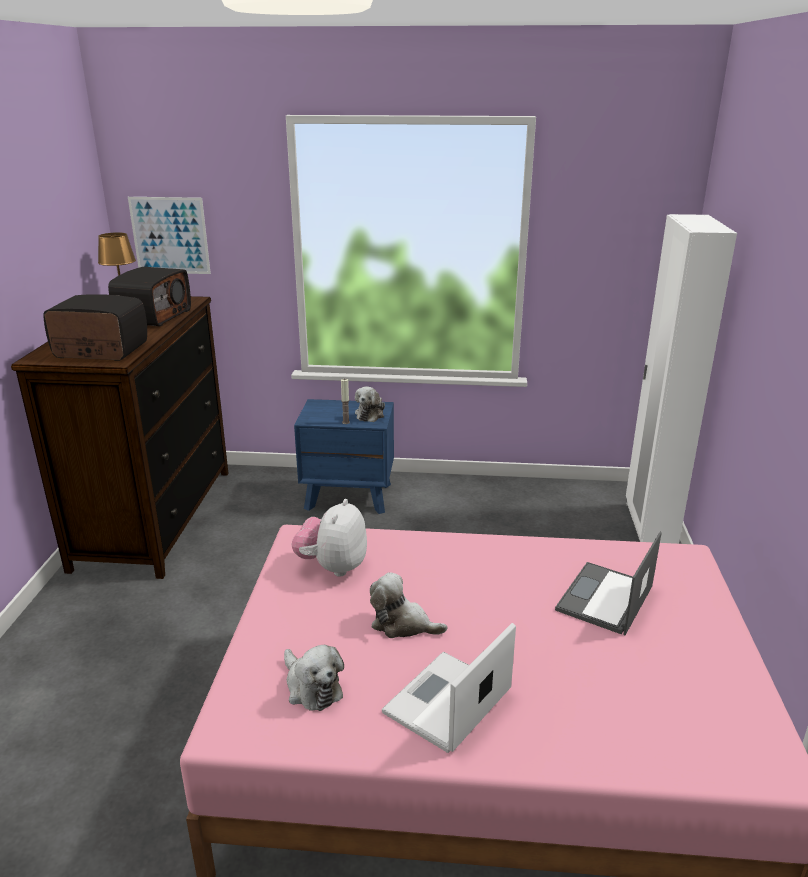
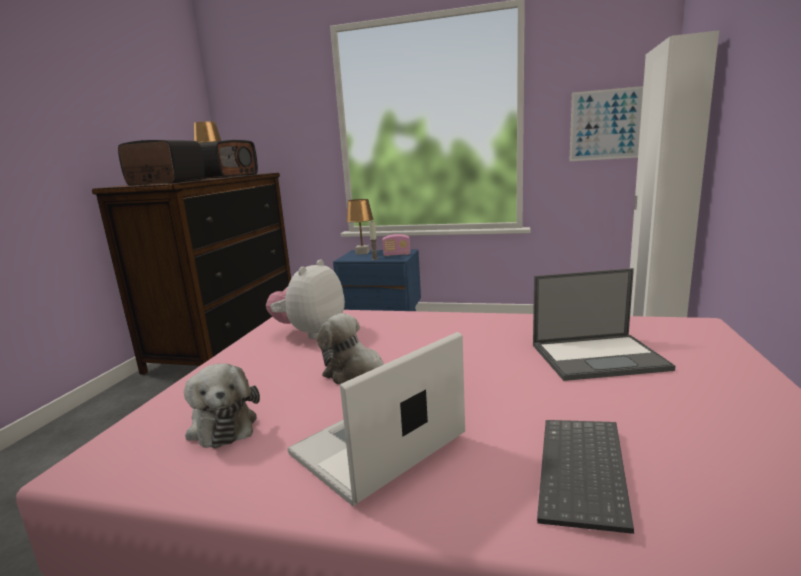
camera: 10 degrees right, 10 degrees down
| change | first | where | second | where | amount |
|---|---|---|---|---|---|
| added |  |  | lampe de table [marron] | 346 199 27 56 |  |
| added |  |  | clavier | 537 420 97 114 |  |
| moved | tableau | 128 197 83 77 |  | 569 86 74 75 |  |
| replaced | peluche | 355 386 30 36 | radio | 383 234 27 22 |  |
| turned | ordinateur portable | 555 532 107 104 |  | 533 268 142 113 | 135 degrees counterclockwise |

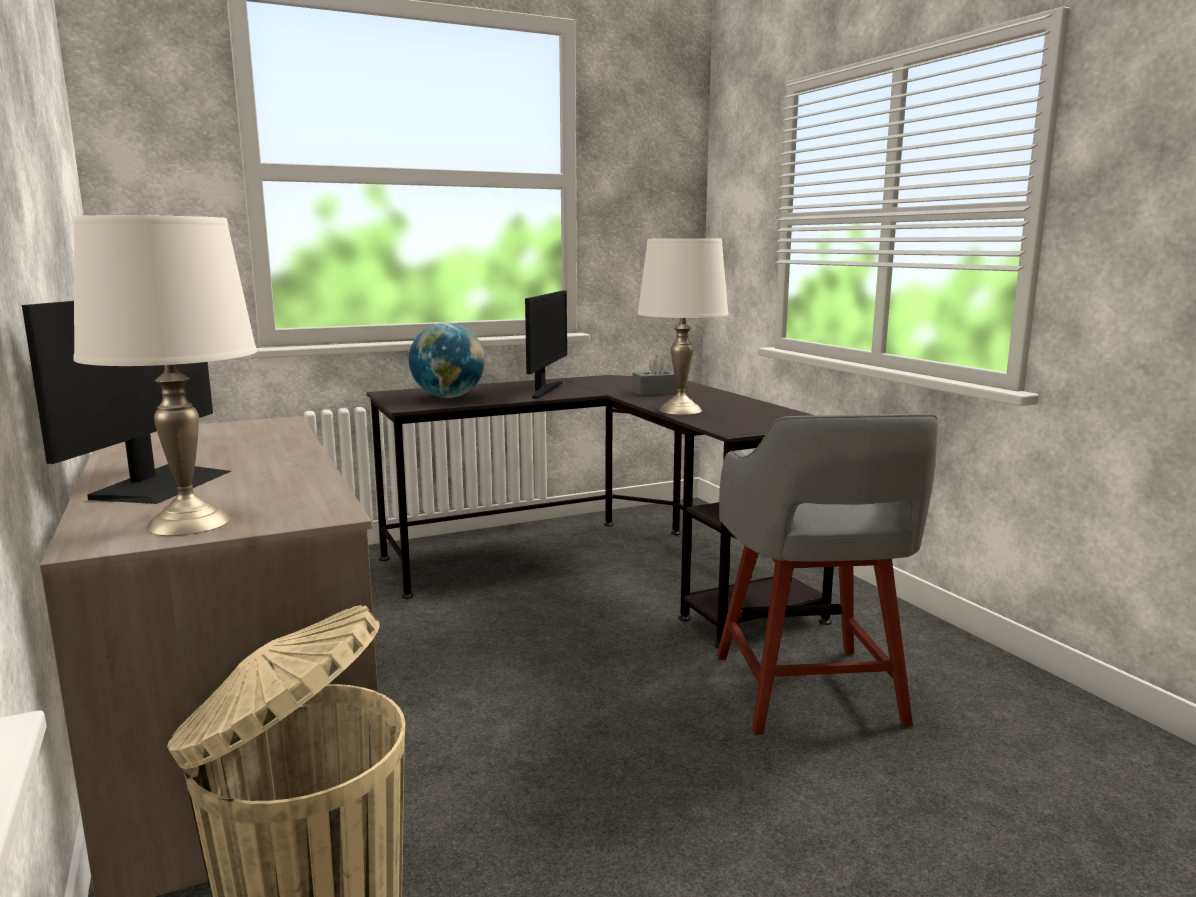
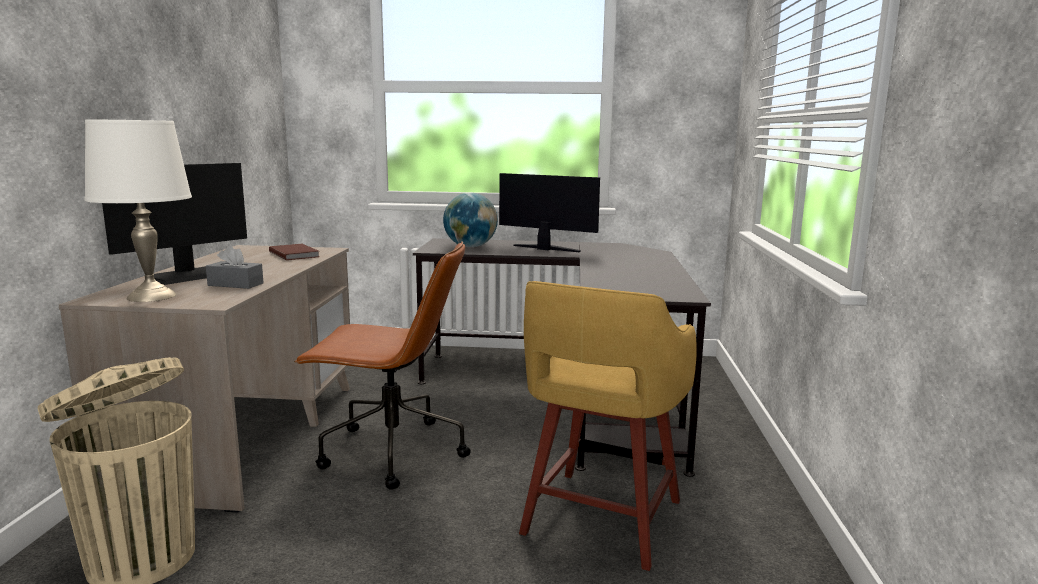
camera: 30 degrees right, 0 degrees up
| change | first | where | second | where | amount |
|---|---|---|---|---|---|
| removed | lampe de table [blanc] | 637 238 92 177 |  |  |  |
| added |  |  | livre [marron] | 269 244 50 16 |  |
| added |  |  | chaise de bureau [marron] | 294 241 177 249 |  |
| moved | boîte à mouchoirs [gris] | 632 355 46 40 |  | 206 245 58 44 |  |
| recoloured | tabouret [gris] | 717 414 221 321 | tabouret [jaune] | 519 281 178 290 |  |
| turned | écran d'ordinateur | 525 291 42 108 |  | 499 173 101 79 | 105 degrees counterclockwise |

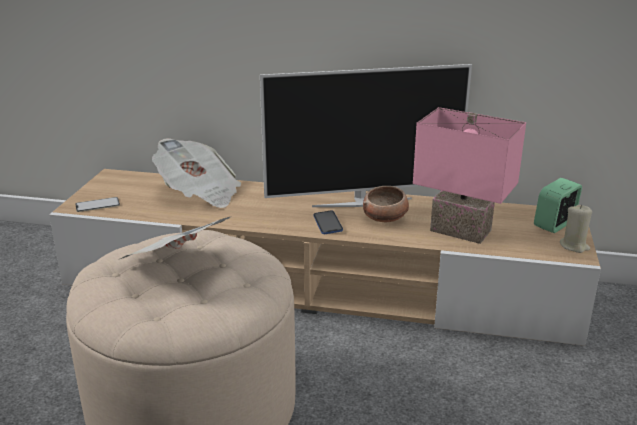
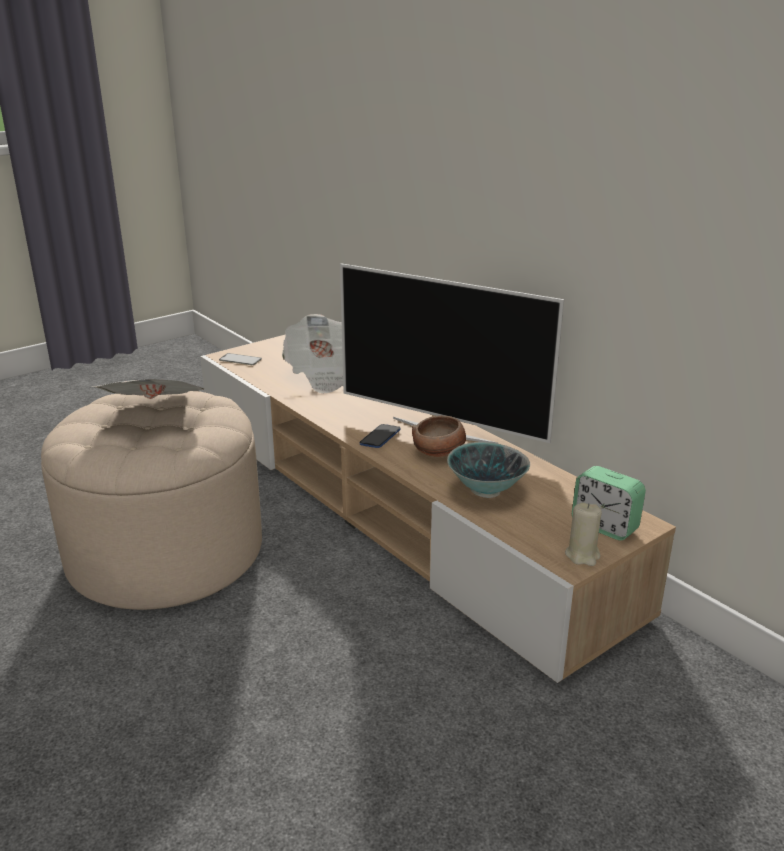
camera: 40 degrees right, 0 degrees up
| change | first | where | second | where | amount |
|---|---|---|---|---|---|
| replaced | lampe de table [rose] | 413 107 113 137 | bol | 447 442 83 56 |  |
| turned | réveil | 534 178 48 55 |  | 572 466 74 74 | 135 degrees counterclockwise |

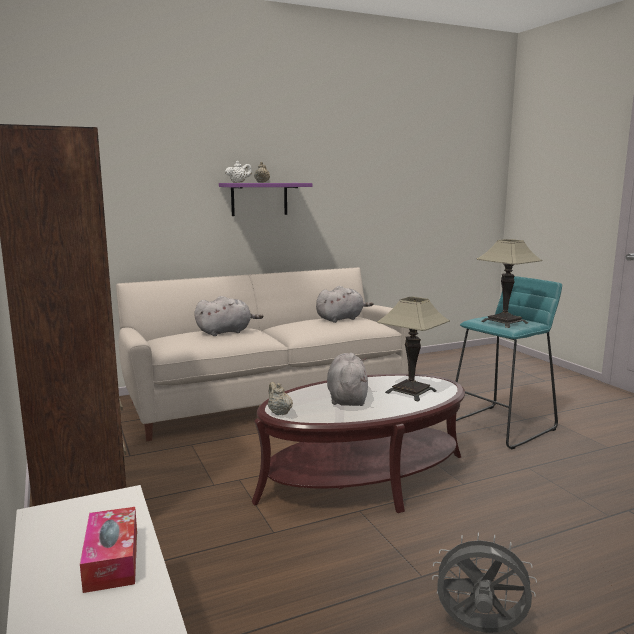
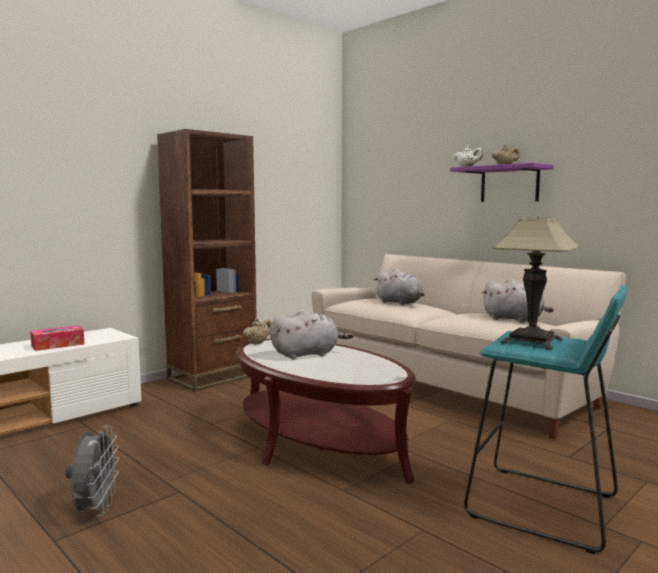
camera: 70 degrees right, 5 degrees down
| change | first | where | second | where | amount |
|---|---|---|---|---|---|
| removed | lampe de table | 377 297 73 104 |  |  |  |

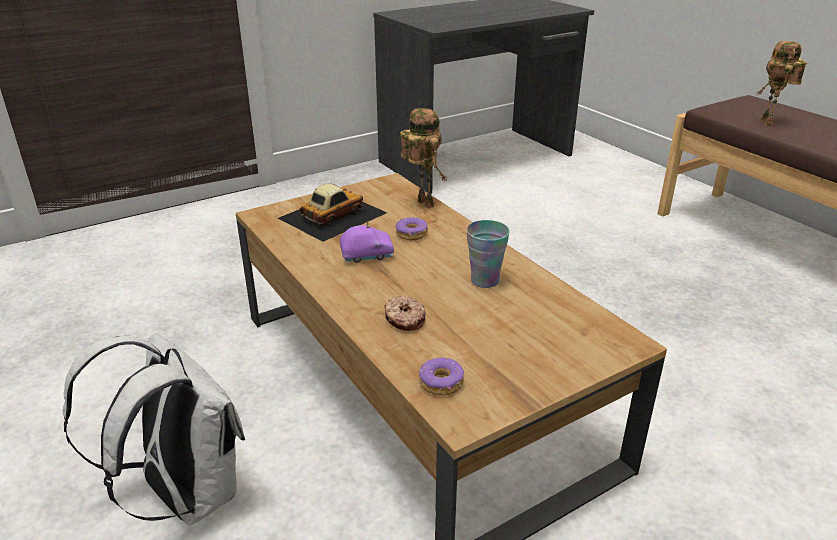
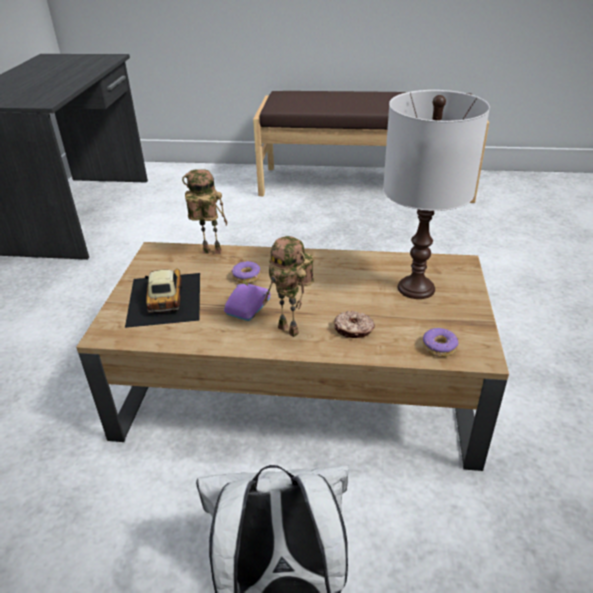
camera: 50 degrees left, 5 degrees up
| change | first | where | second | where | amount |
|---|---|---|---|---|---|
| removed | tasse | 466 220 44 68 |  |  |  |
| added |  |  | lampe de table [blanc] | 383 90 107 209 |  |
| moved | robot jouet | 756 41 51 85 |  | 263 236 51 101 |  |

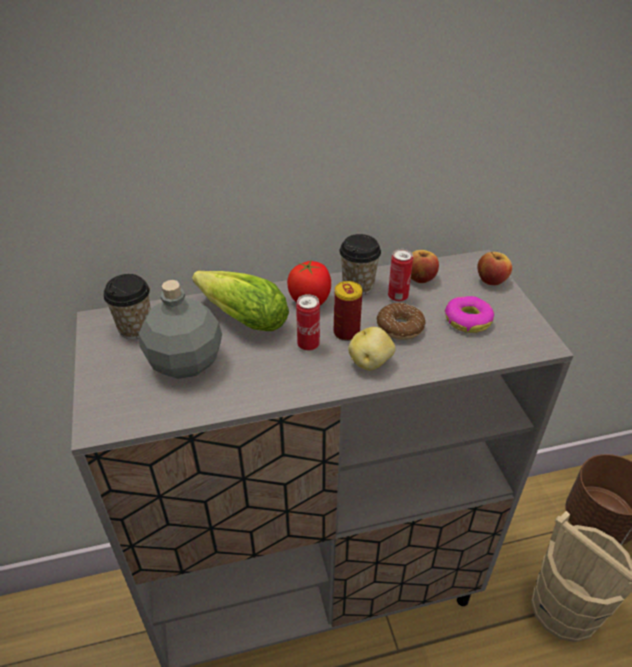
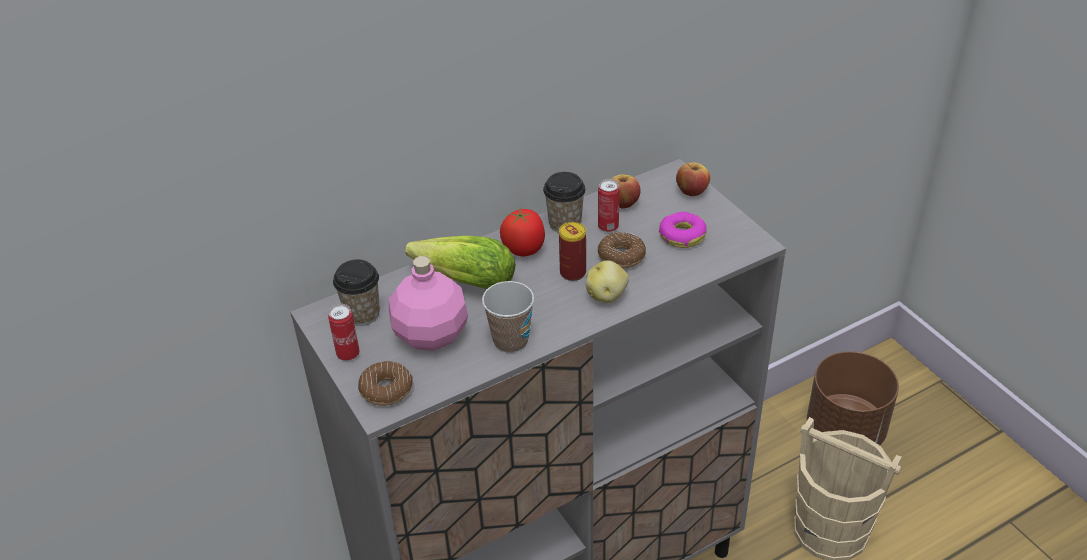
camera: 15 degrees left, 0 degrees up
| change | first | where | second | where | amount |
|---|---|---|---|---|---|
| added |  |  | beignet | 358 361 55 45 |  |
| added |  |  | tasse | 482 281 52 72 |  |
| moved | boîte métallique | 296 294 24 57 |  | 328 304 31 57 |  |
| recoloured | bouteille [gris] | 139 280 83 99 | bouteille [rose] | 389 256 79 95 |  |

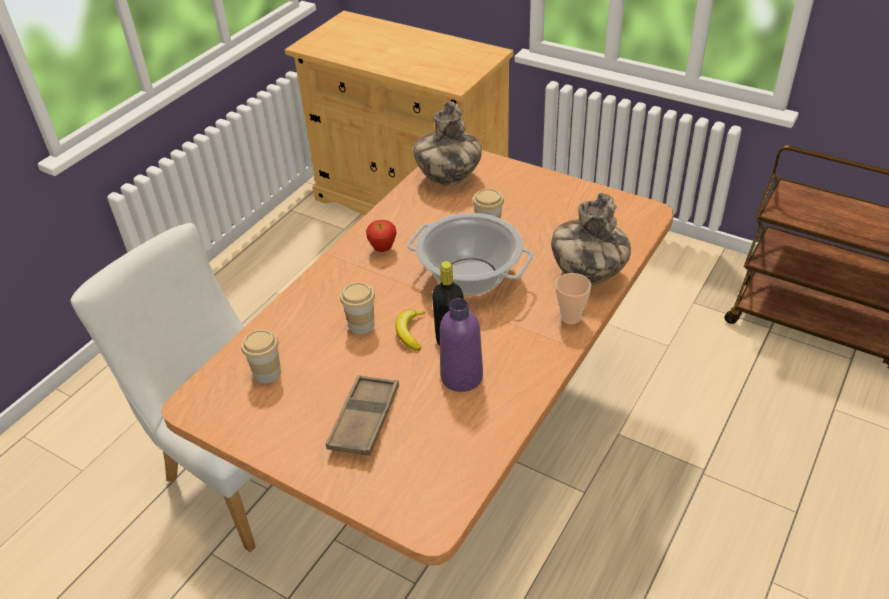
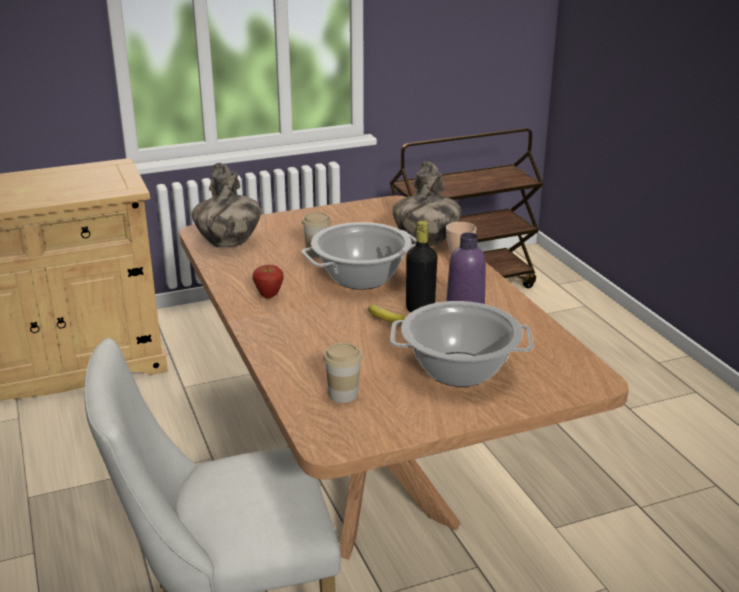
camera: 55 degrees left, 15 degrees down
| change | first | where | second | where | amount |
|---|---|---|---|---|---|
| removed | tasse | 340 282 35 52 |  |  |  |
| replaced | plateau [marron] | 326 375 73 81 | marmite | 390 301 144 86 |  |

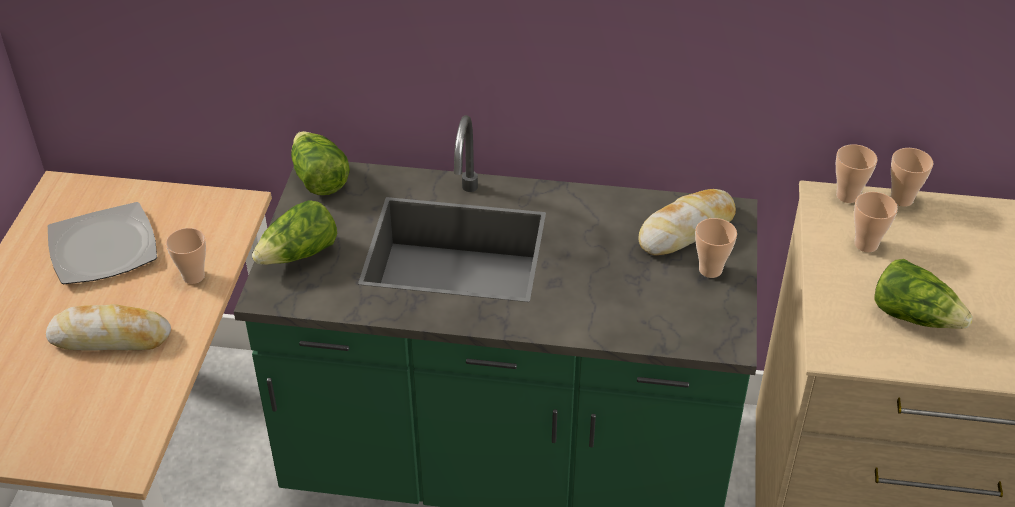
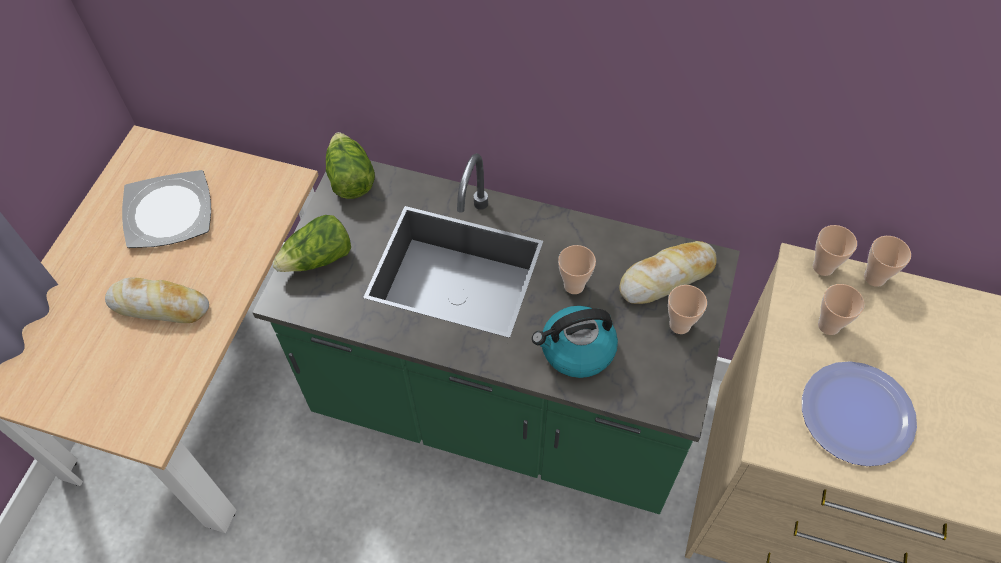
camera: 10 degrees right, 15 degrees up
| change | first | where | second | where | amount |
|---|---|---|---|---|---|
| added |  |  | bouilloire | 532 306 86 72 |  |
| moved | tasse | 166 228 40 56 |  | 558 245 38 49 |  |
| replaced | laitue | 874 259 99 70 | assiette | 802 361 115 105 |  |

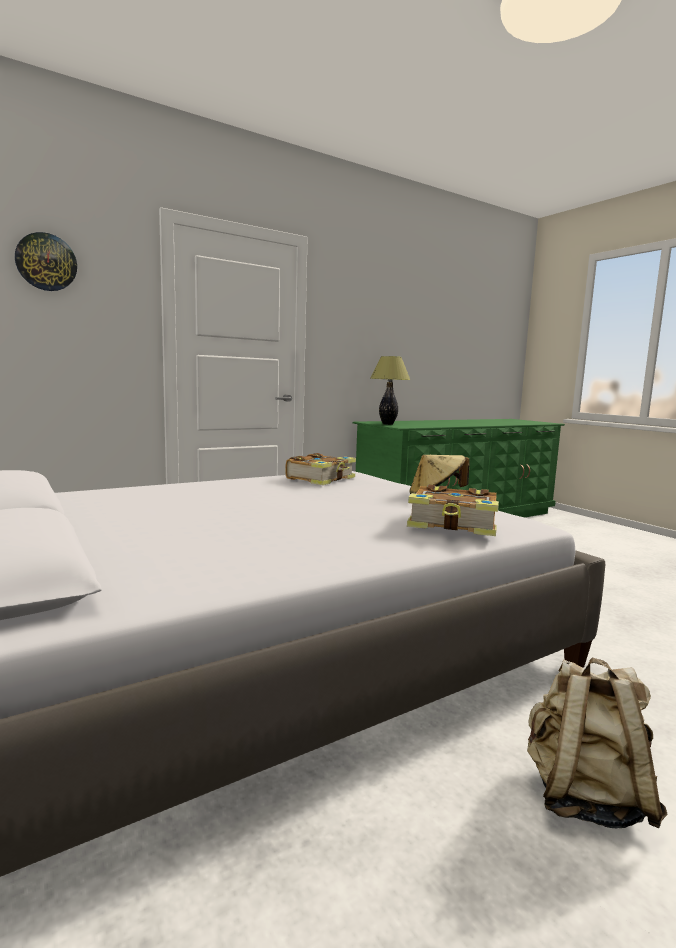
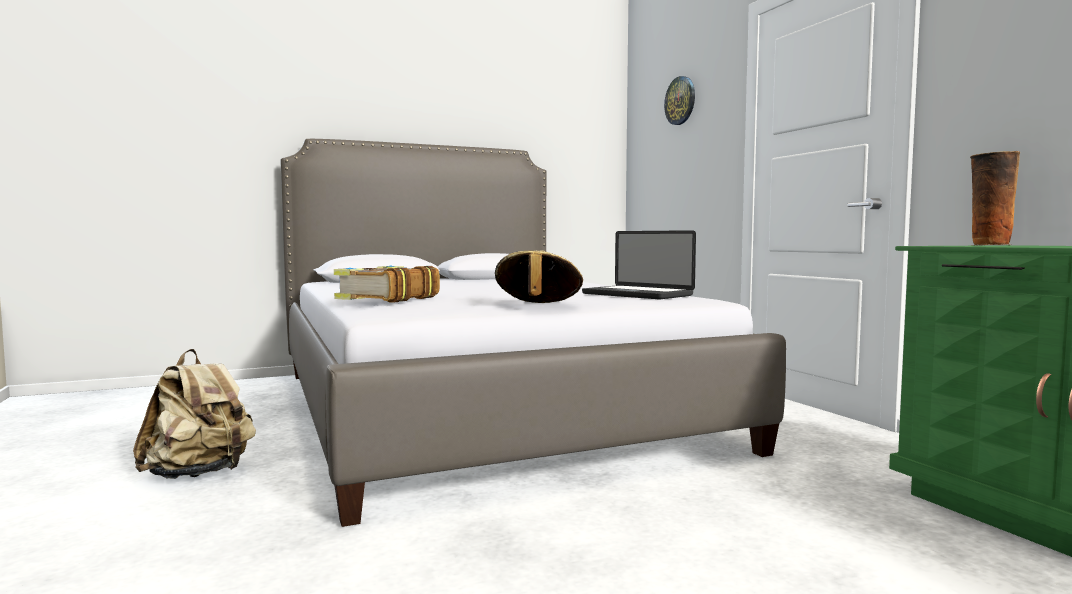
camera: 100 degrees right, 5 degrees down
| change | first | where | second | where | amount |
|---|---|---|---|---|---|
| replaced | livre | 285 453 71 32 | ordinateur portable | 582 230 114 70 |  |
| replaced | lampe de table | 370 356 40 69 | vase | 970 151 50 94 |  |

